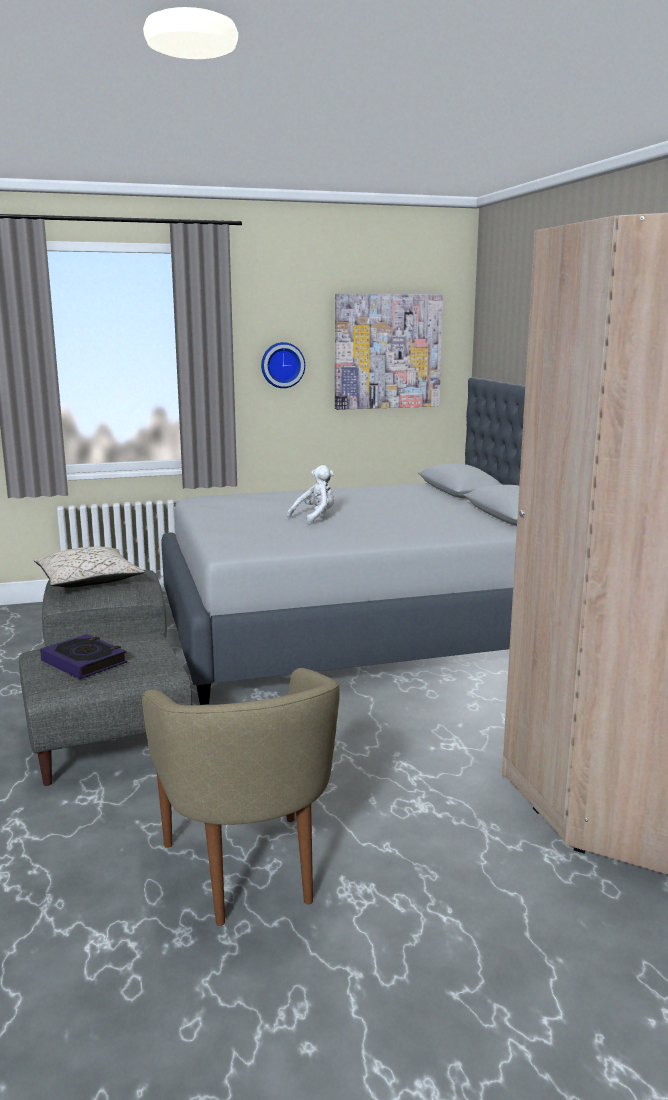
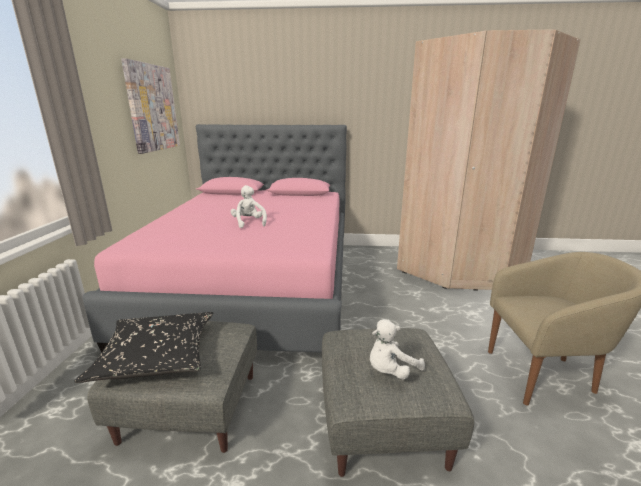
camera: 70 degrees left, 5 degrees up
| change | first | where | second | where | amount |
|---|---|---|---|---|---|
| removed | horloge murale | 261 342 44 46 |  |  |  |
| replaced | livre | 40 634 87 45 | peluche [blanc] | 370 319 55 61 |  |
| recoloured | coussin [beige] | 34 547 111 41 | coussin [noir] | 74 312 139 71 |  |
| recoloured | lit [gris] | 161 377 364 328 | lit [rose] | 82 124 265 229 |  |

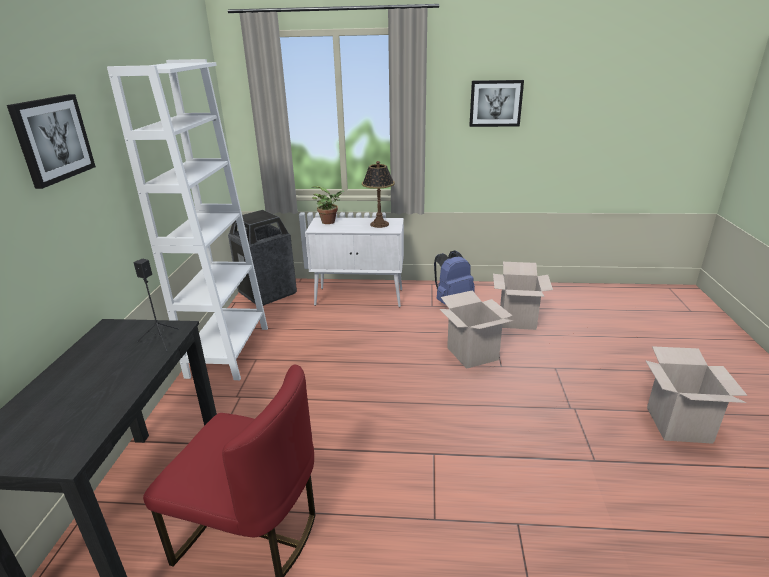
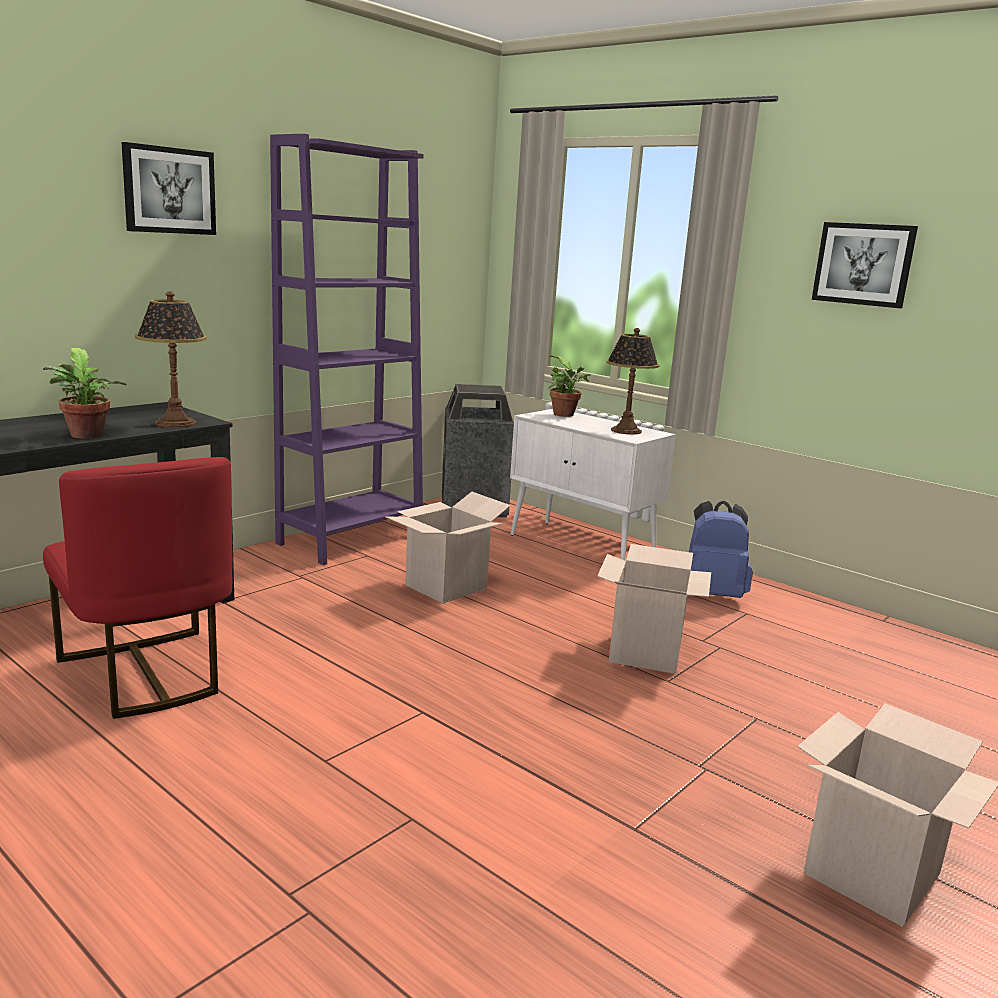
camera: 35 degrees right, 10 degrees down
| change | first | where | second | where | amount |
|---|---|---|---|---|---|
| added |  |  | plante en pot | 43 348 84 90 |  |
| moved | carton | 493 262 60 68 |  | 385 492 126 112 |  |
| replaced | enceinte [noir] | 133 259 46 92 | lampe de table | 135 291 71 137 |  |
| recoloured | bibliothèque [blanc] | 107 59 161 321 | bibliothèque [violet] | 270 134 154 431 |  |

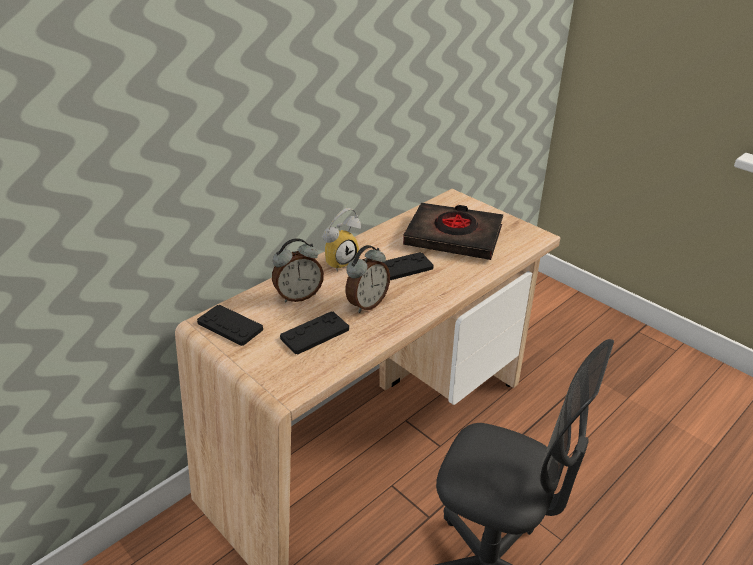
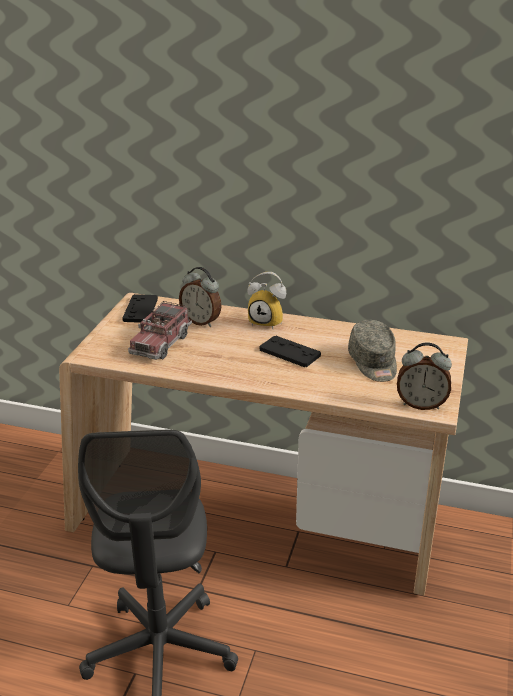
camera: 60 degrees right, 5 degrees down
| change | first | where | second | where | amount |
|---|---|---|---|---|---|
| moved | réveil | 346 245 44 68 |  | 397 343 55 67 |  |
| replaced | manette [noir] | 280 311 69 44 | camion jouet | 128 301 64 59 |  |
| replaced | livre [noir] | 403 203 100 57 | casquette [gris] | 348 320 49 62 |  |

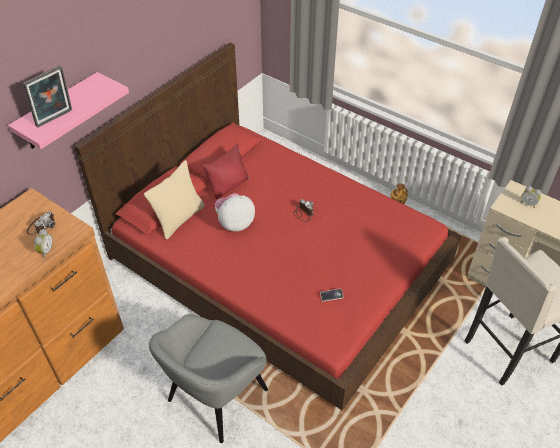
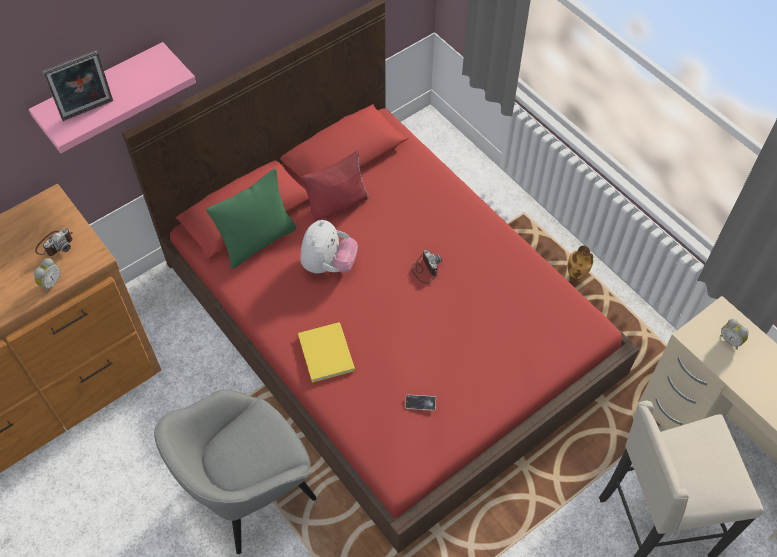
camera: 15 degrees right, 10 degrees up
| change | first | where | second | where | amount |
|---|---|---|---|---|---|
| added |  |  | livre [jaune] | 298 322 57 61 |  |
| recoloured | coussin [beige] | 144 160 61 80 | coussin [vert] | 207 168 89 101 |  |
| turned | peluche | 215 193 40 38 |  | 300 220 58 54 | 120 degrees clockwise |

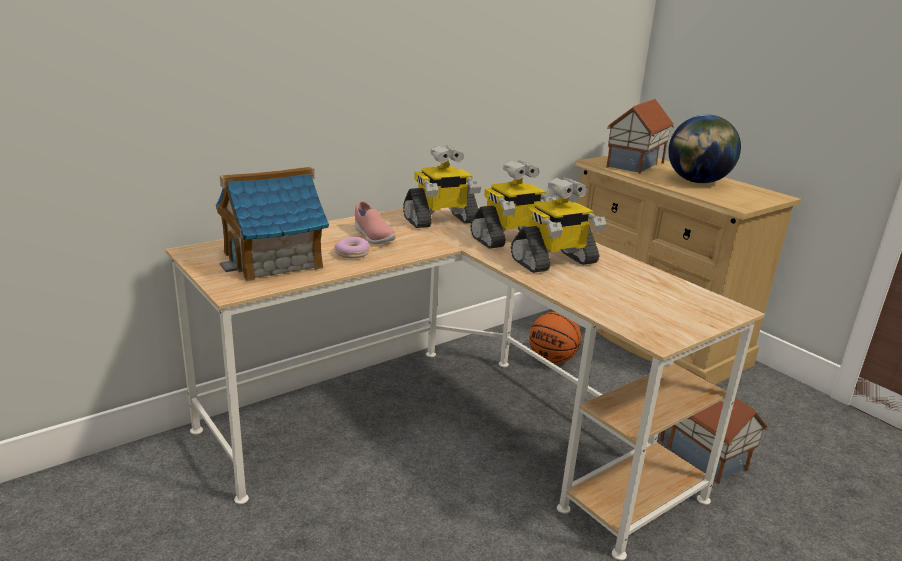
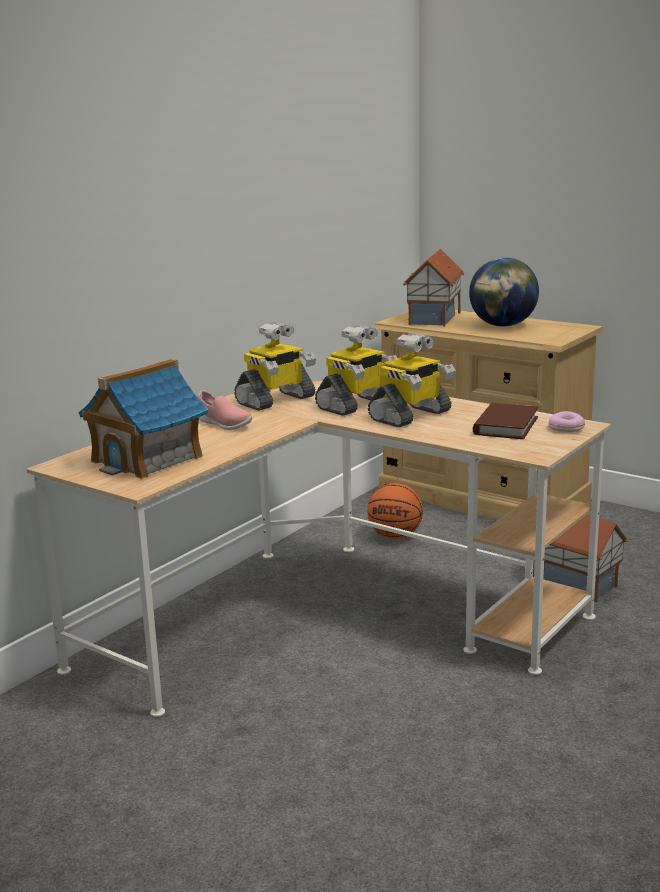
camera: 15 degrees left, 5 degrees down
| change | first | where | second | where | amount |
|---|---|---|---|---|---|
| added |  |  | livre [marron] | 473 403 65 36 |  |
| moved | beignet | 334 237 36 22 |  | 549 411 36 21 |  |

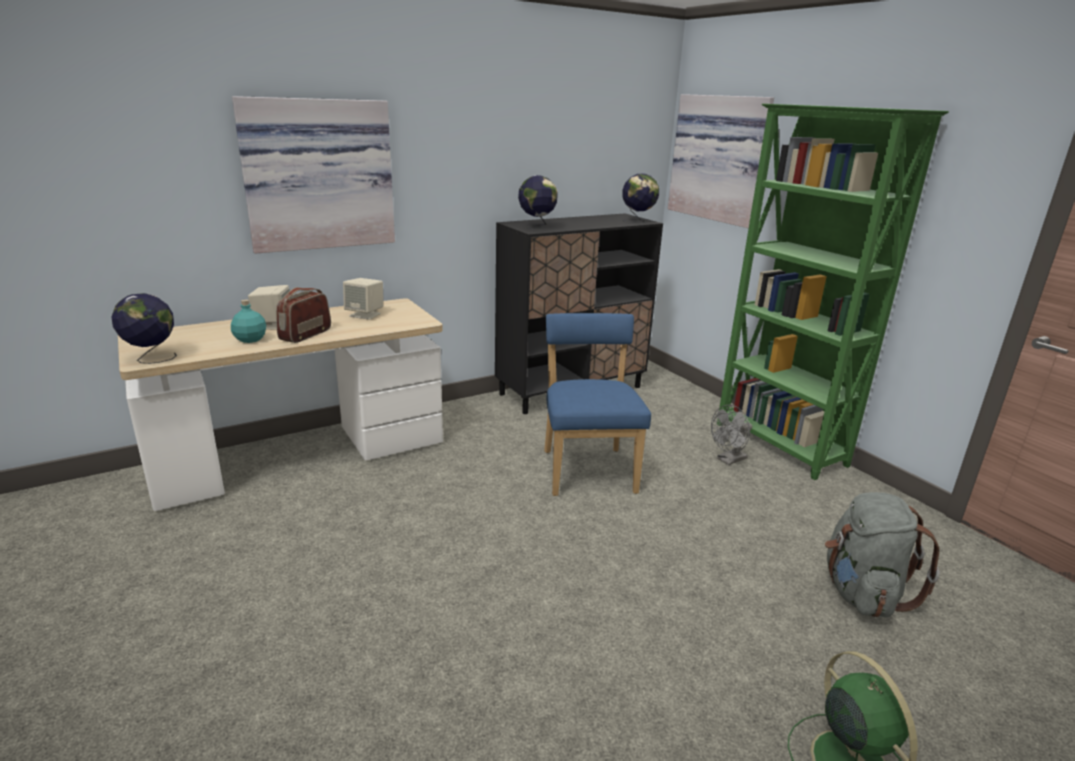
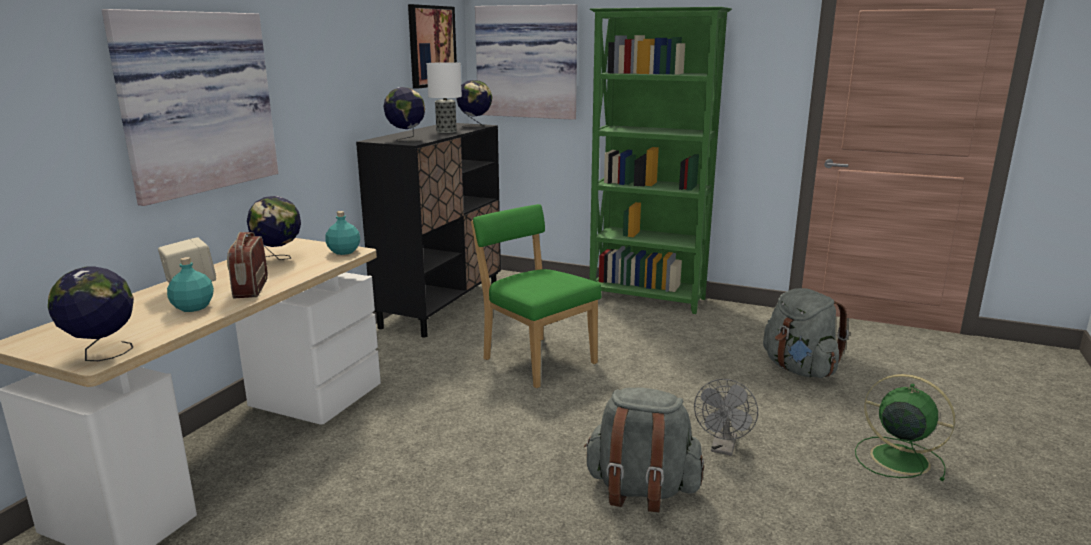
camera: 35 degrees left, 5 degrees down
| change | first | where | second | where | amount |
|---|---|---|---|---|---|
| added |  |  | bouteille [turquoise] | 325 211 35 44 |  |
| added |  |  | tableau | 408 4 49 85 |  |
| added |  |  | lampe de table | 427 62 35 71 |  |
| added |  |  | sac à dos [gris] | 584 388 120 124 |  |
| moved | ventilateur [gris] | 711 405 41 60 |  | 694 379 64 77 |  |
| replaced | enceinte [beige] | 343 278 40 42 | globe | 247 196 54 64 |  |
| recoloured | chaise [bleu] | 544 313 107 183 | chaise [vert] | 471 204 131 184 |  |

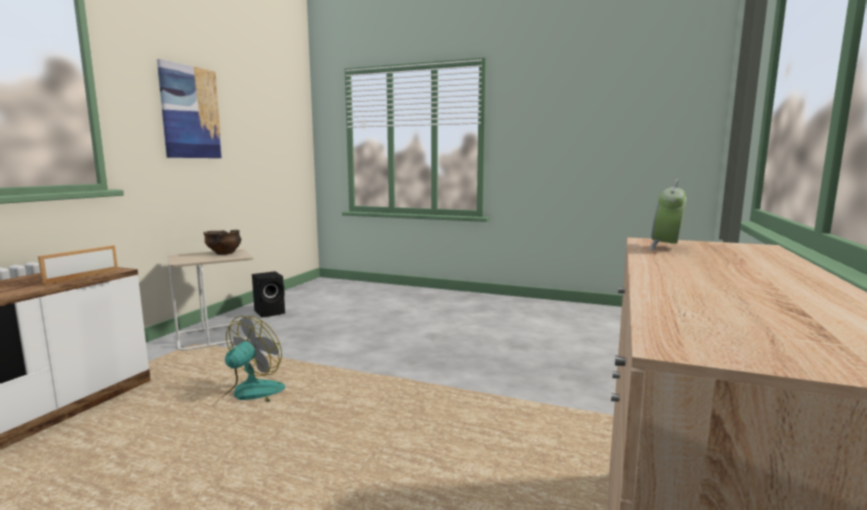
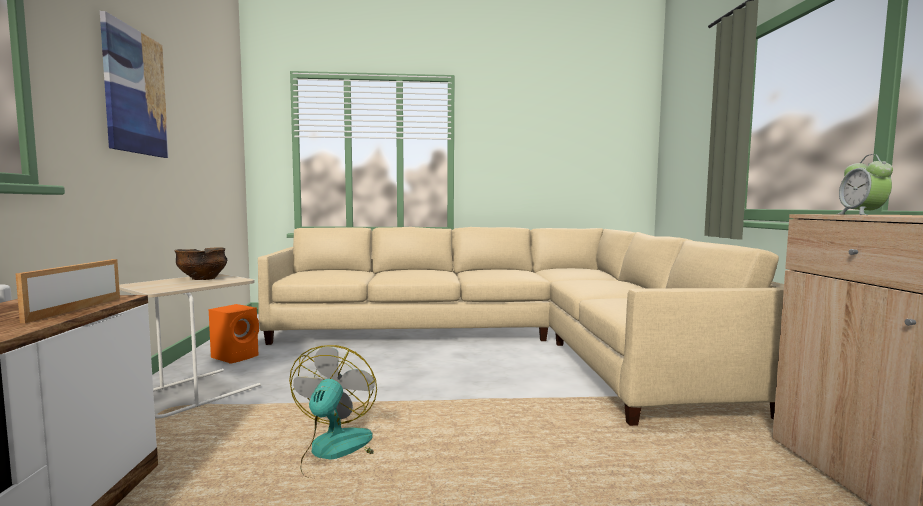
camera: 25 degrees left, 5 degrees down
| change | first | where | second | where | amount |
|---|---|---|---|---|---|
| added |  |  | canapé [beige] | 258 227 526 199 |  |
| recoloured | enceinte [noir] | 252 271 33 46 | enceinte [orange] | 209 304 50 60 |  |

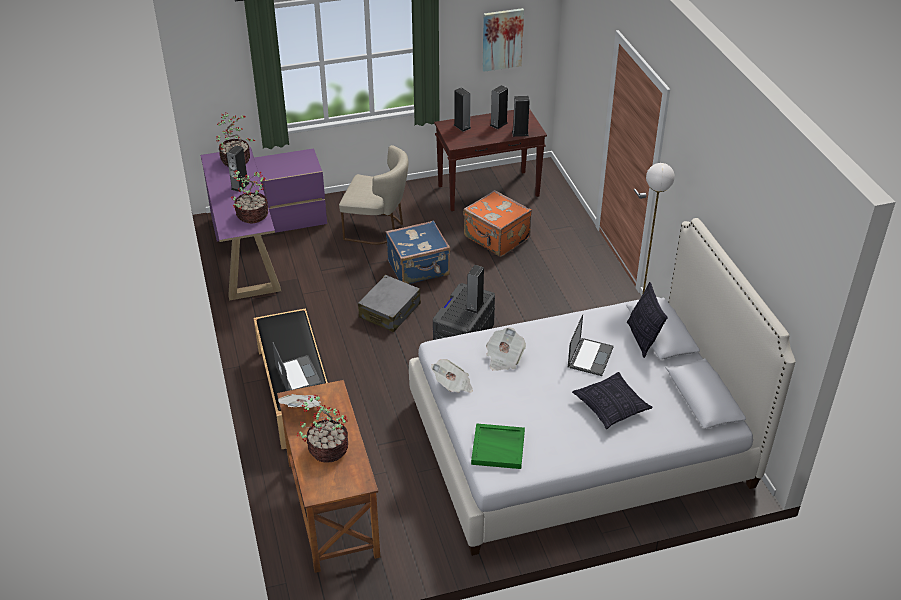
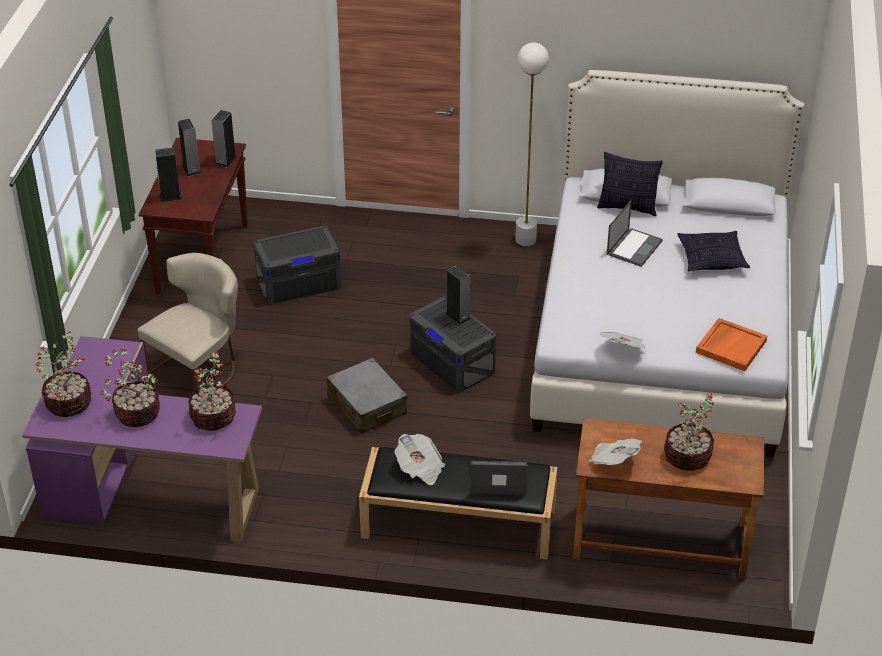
camera: 65 degrees left, 0 degrees up
| change | first | where | second | where | amount |
|---|---|---|---|---|---|
| removed | valise [bleu] | 386 220 64 64 |  |  |  |
| removed | tableau | 483 8 41 64 |  |  |  |
| moved | journal | 486 327 40 44 |  | 394 434 51 51 |  |
| replaced | enceinte | 227 145 22 47 | plante en pot | 100 348 60 79 |  |
| replaced | valise [orange] | 463 190 69 67 | boîte de rangement [gris] | 254 226 87 78 |  |
| recoloured | plateau [vert] | 471 423 54 46 | plateau [orange] | 696 318 71 53 |  |
| turned | ordinateur portable | 568 314 46 62 |  | 607 200 56 67 | 75 degrees clockwise |

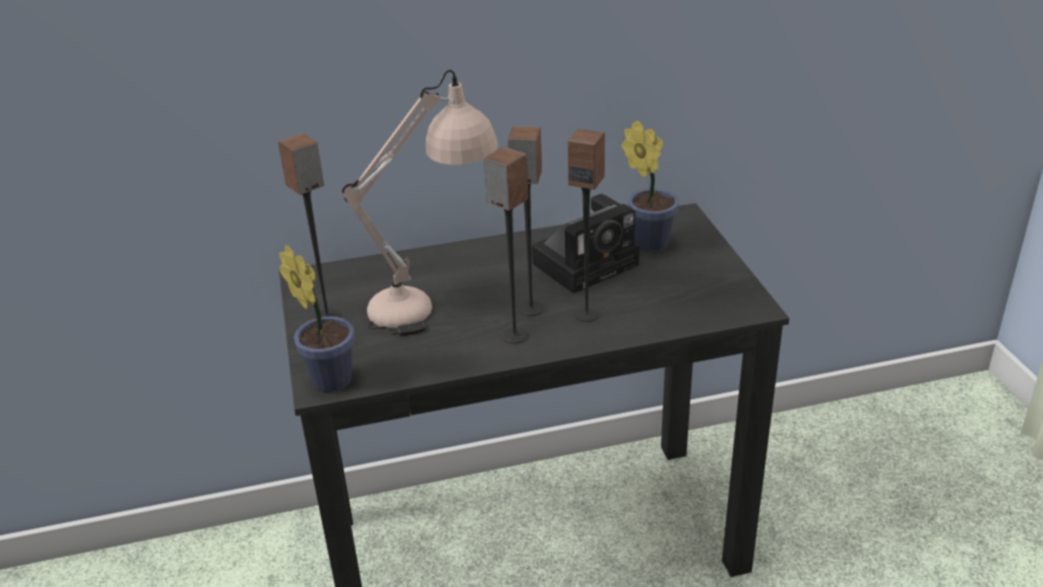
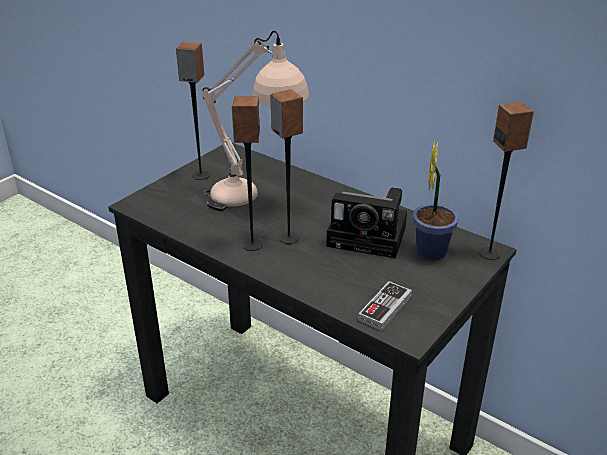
camera: 50 degrees right, 0 degrees up
| change | first | where | second | where | amount |
|---|---|---|---|---|---|
| removed | plante en pot | 279 245 75 147 |  |  |  |
| added |  |  | manette | 358 281 54 50 |  |
| moved | enceinte | 568 129 37 193 |  | 479 102 55 158 |  |

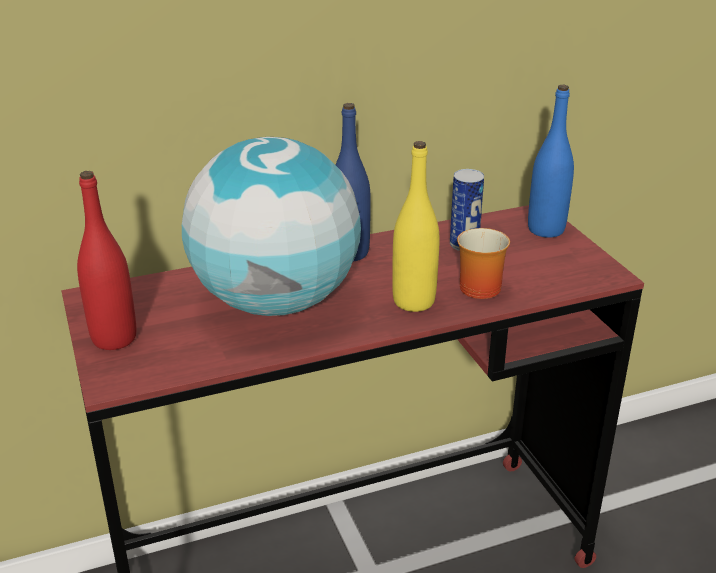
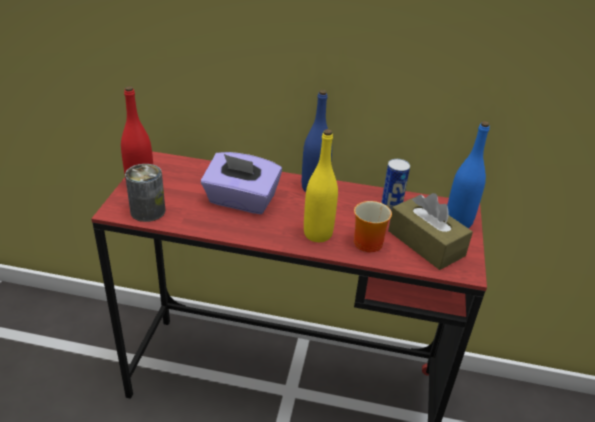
camera: 30 degrees right, 5 degrees up
| change | first | where | second | where | amount |
|---|---|---|---|---|---|
| added |  |  | boîte métallique | 125 164 40 58 |  |
| added |  |  | boîte à mouchoirs [marron] | 388 193 85 77 |  |
| replaced | globe | 182 137 179 179 | boîte à mouchoirs [violet] | 201 152 81 62 |  |

